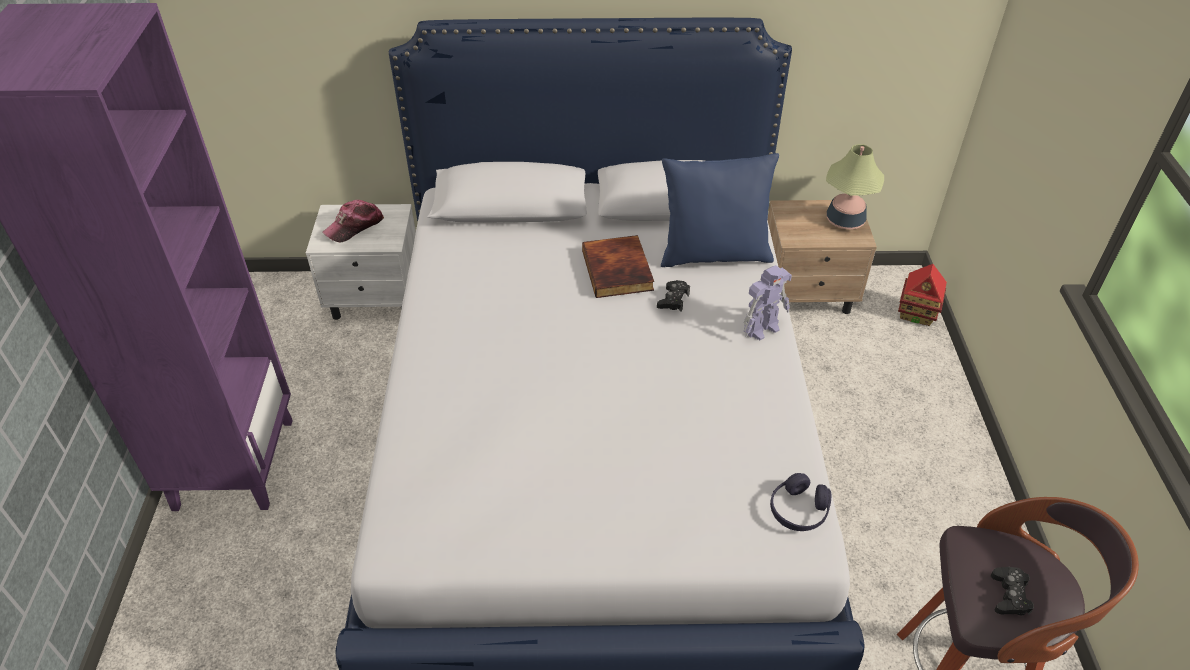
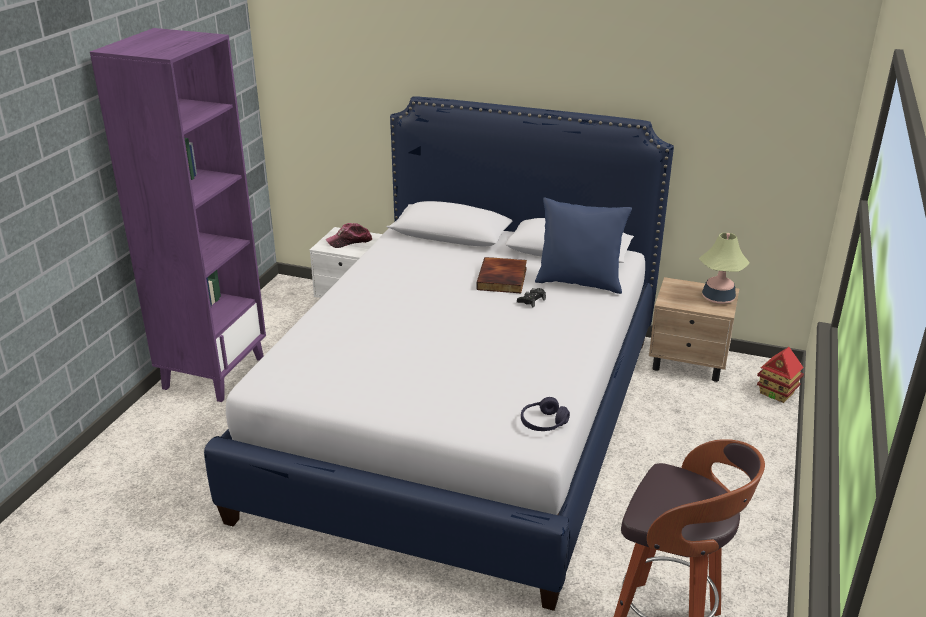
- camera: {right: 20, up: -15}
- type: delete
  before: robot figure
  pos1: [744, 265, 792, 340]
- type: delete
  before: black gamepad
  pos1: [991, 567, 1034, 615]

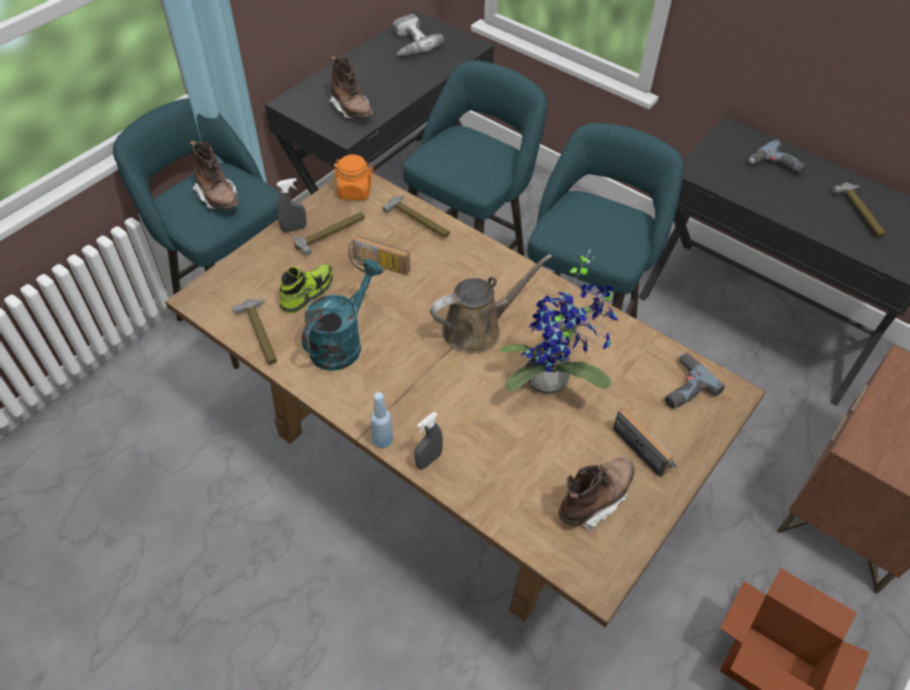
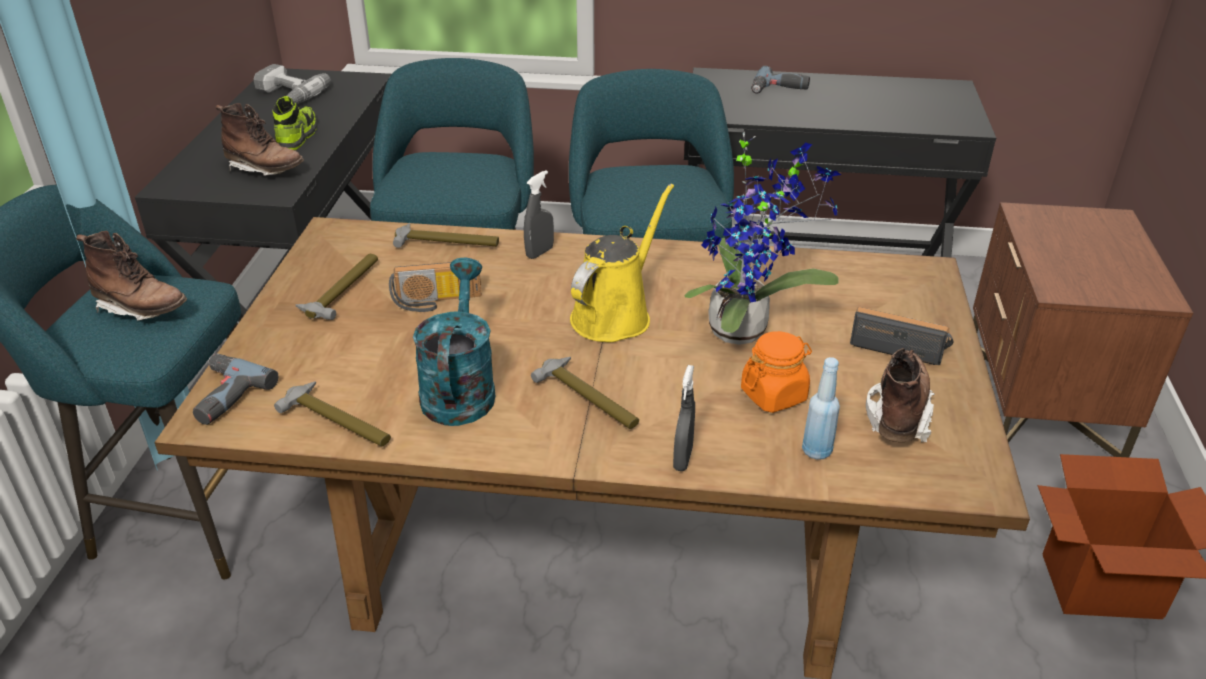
- camera: {right: -30, up: -15}
- type: move
  before: orange jar
  pos1: [333, 155, 374, 200]
  pos2: [741, 331, 812, 413]
- type: move
  before: grey spray bottle
  pos1: [277, 178, 307, 233]
  pos2: [524, 170, 554, 259]
- type: move
  before: tool hammer
  pos1: [832, 183, 886, 237]
  pos2: [531, 357, 639, 429]
- type: recolor
  before: brown watering can
  after: yellow watering can
  pos1: [430, 254, 552, 353]
  pos2: [570, 184, 674, 342]
- type: move
  before: item of footwear
  pos1: [279, 263, 333, 313]
  pos2: [272, 96, 317, 150]
- type: move
  before: power drill
  pos1: [665, 353, 725, 409]
  pos2: [193, 354, 278, 425]
- type: move
  before: blue-coloured drink bottle
  pos1: [370, 392, 393, 448]
  pos2: [802, 357, 840, 460]

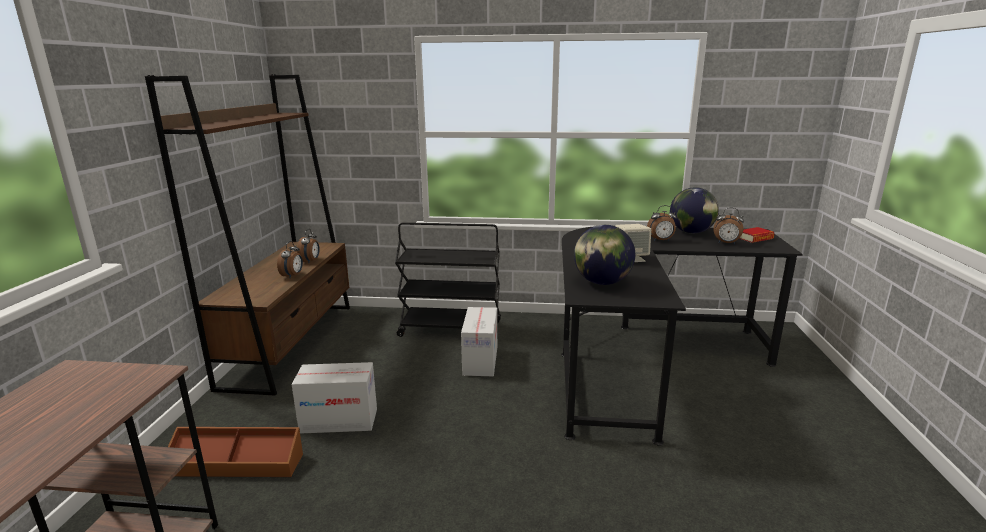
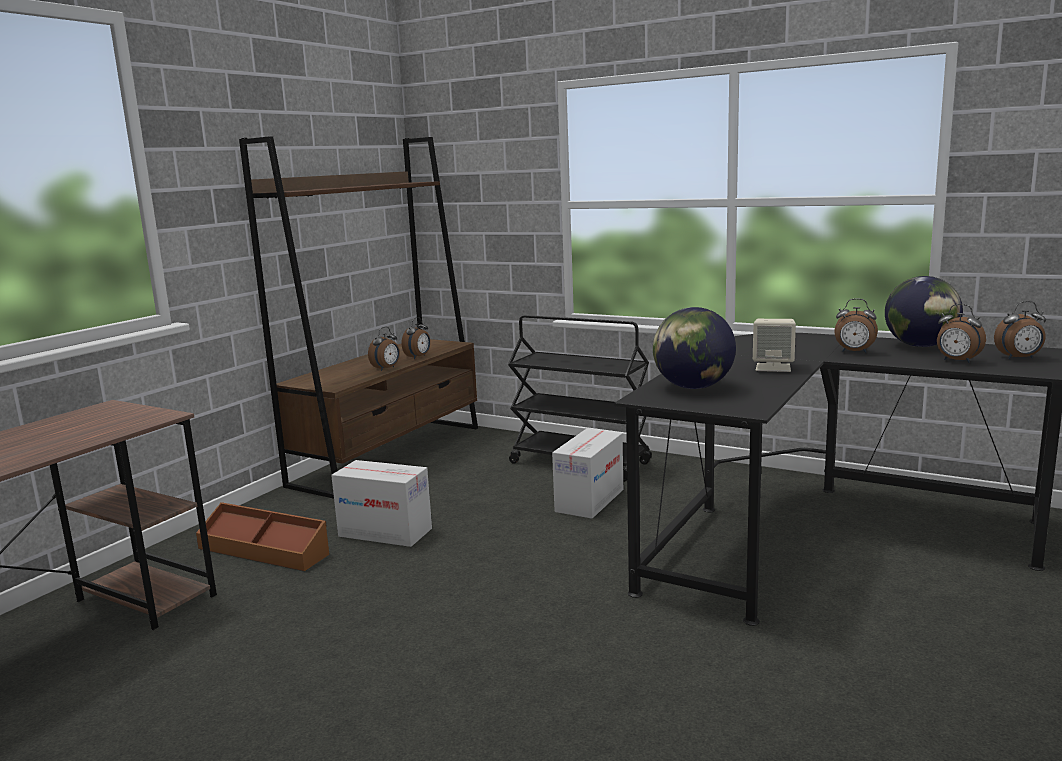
- camera: {right: 25, up: -5}
- type: replace
  before: volume
  after: alarm clock
  pos1: [739, 227, 775, 243]
  pos2: [994, 301, 1046, 359]

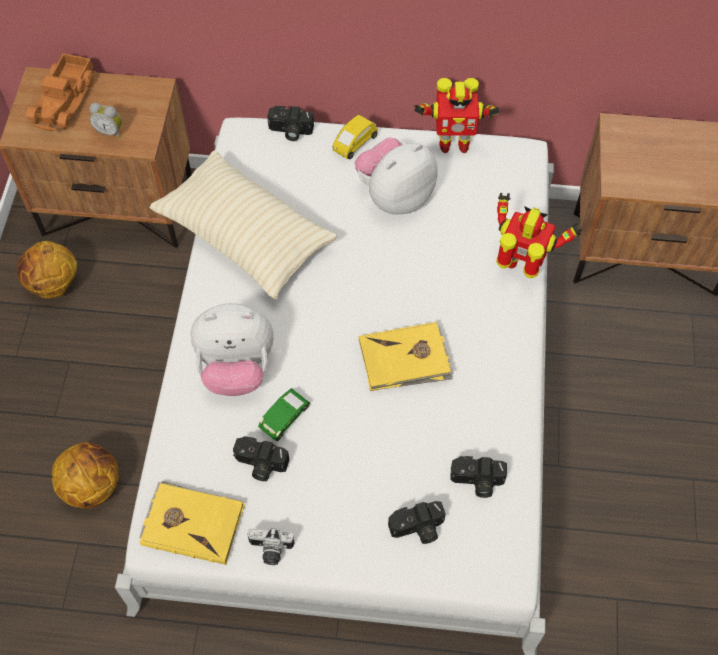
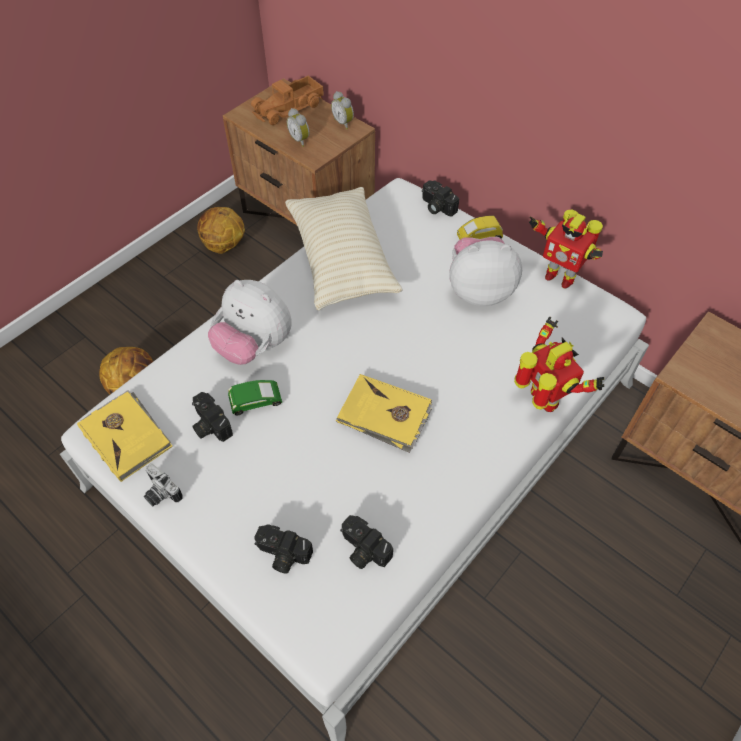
- camera: {right: 35, up: -5}
- type: insert
  after: alarm clock
  pos2: [331, 91, 354, 130]

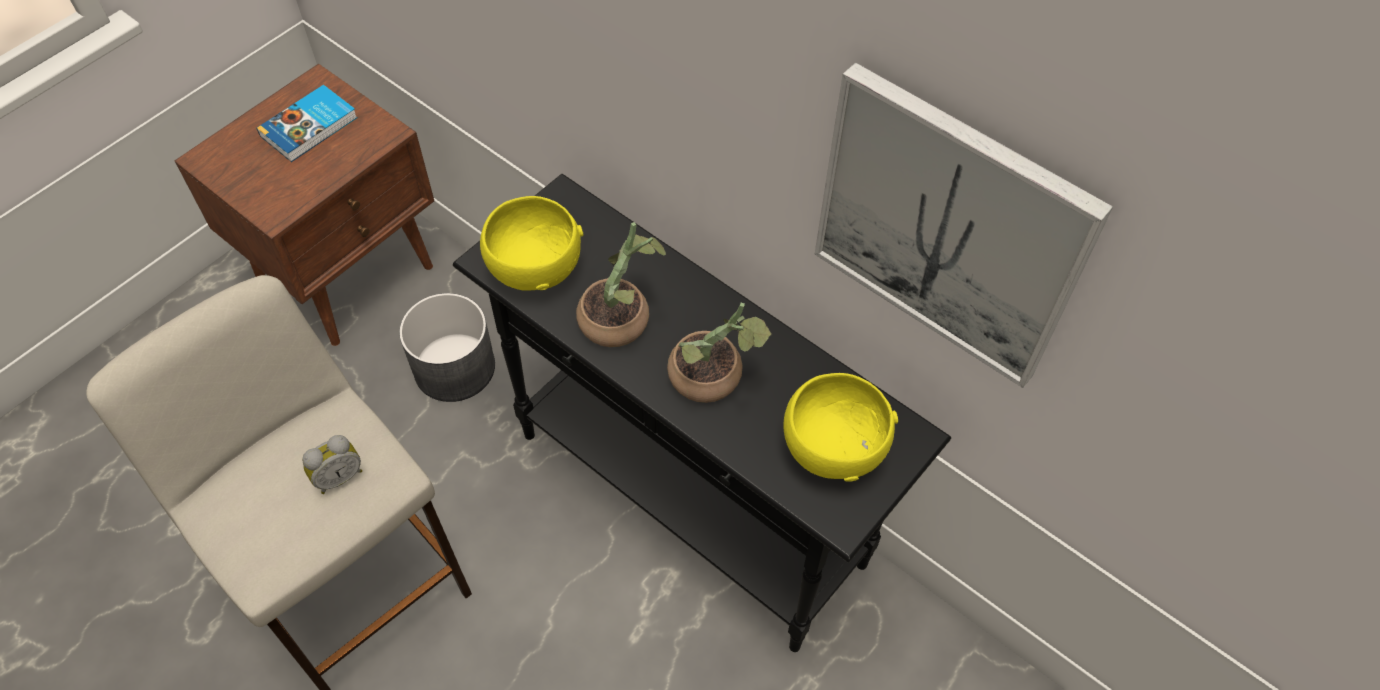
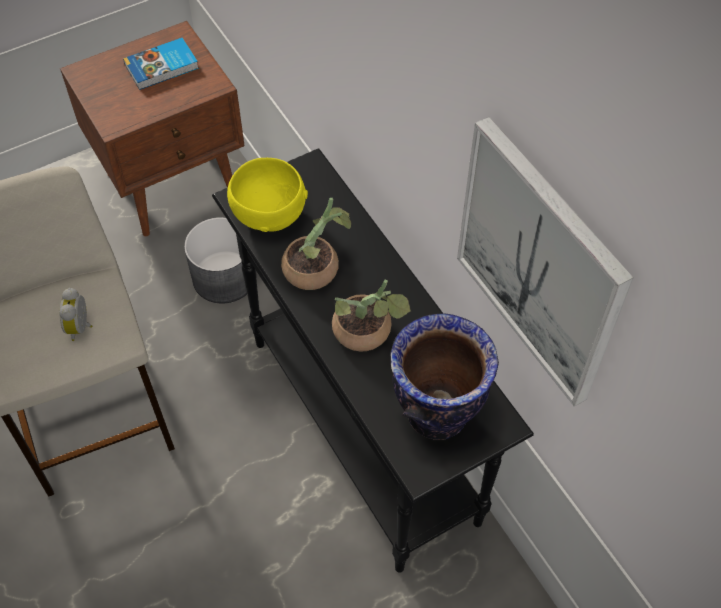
- camera: {right: 20, up: 0}
- type: replace
  before: yellow deep dish
  after: vase
  pos1: [784, 373, 898, 482]
  pos2: [391, 314, 499, 440]
- type: rotate
  before: alarm clock
  pos1: [302, 435, 362, 494]
  pos2: [59, 288, 93, 341]
  turn: 105

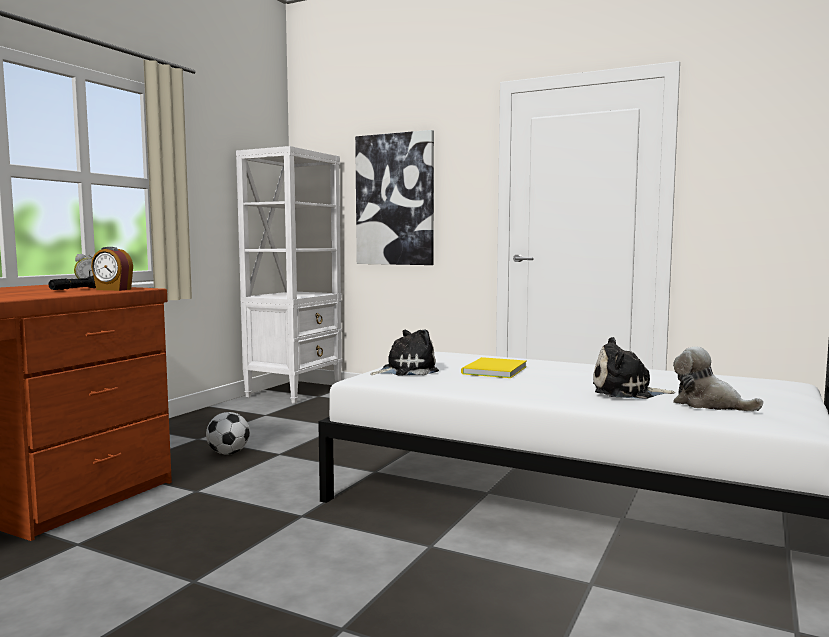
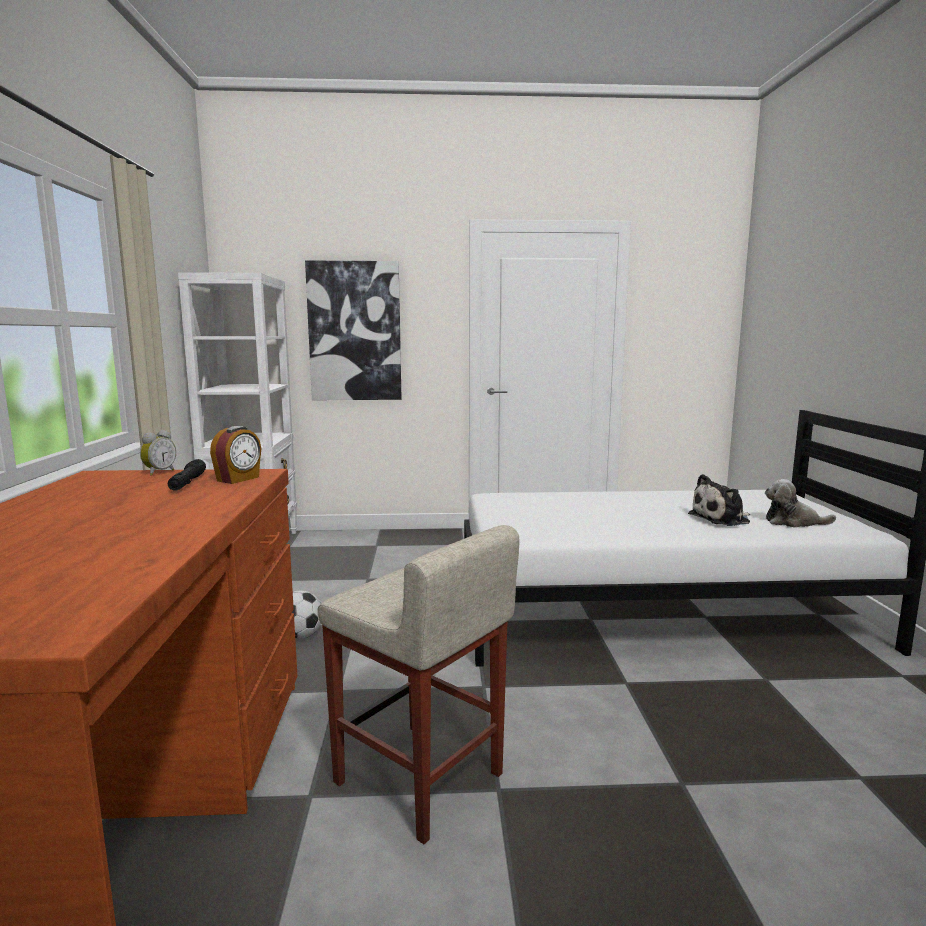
- camera: {right: -30, up: 5}
- type: rotate
  before: alarm clock
  pos1: [91, 247, 133, 291]
  pos2: [210, 426, 261, 484]
  turn: -45
- type: delete
  before: soft toy
  pos1: [370, 329, 439, 375]
- type: delete
  before: yellow volume
  pos1: [461, 357, 527, 378]
- type: insert
  after: sand-coloured stool seat
  pos2: [317, 525, 519, 844]

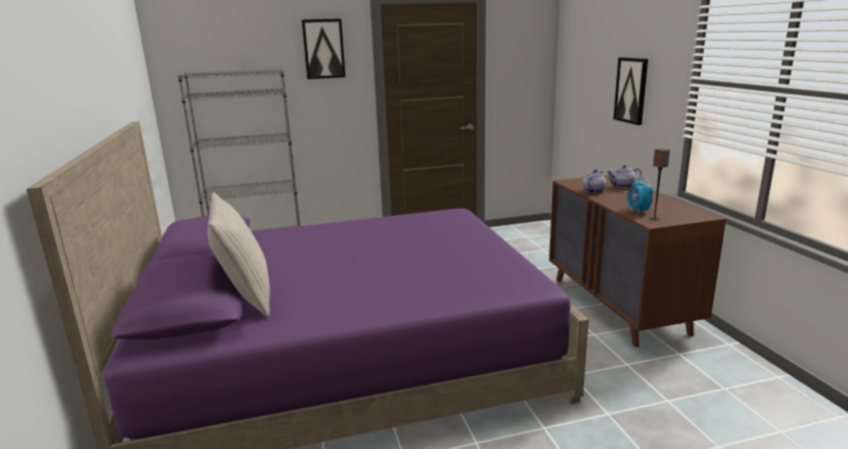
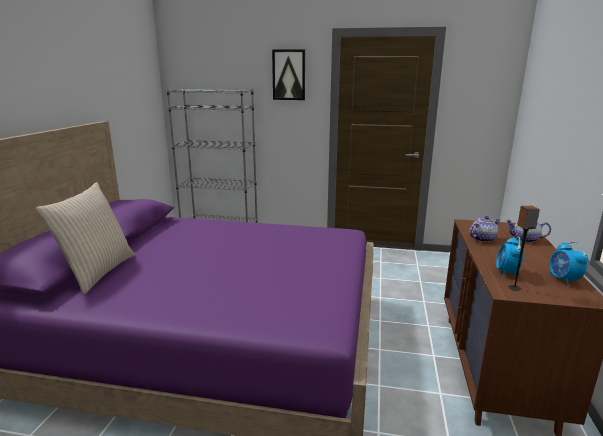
- camera: {right: 25, up: 0}
- type: delete
  before: wall picture
  pos1: [613, 57, 648, 125]
- type: insert
  after: alarm clock
  pos2: [549, 242, 588, 286]

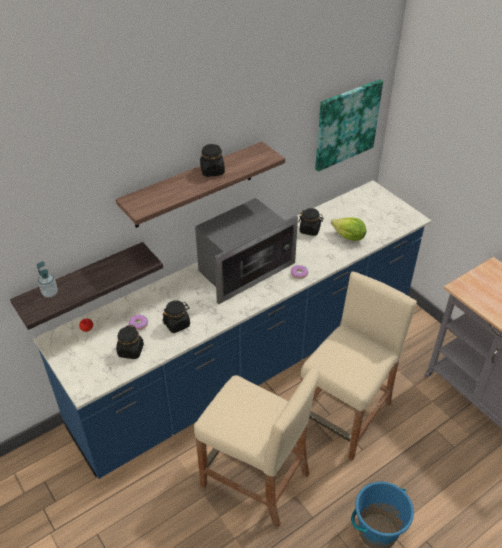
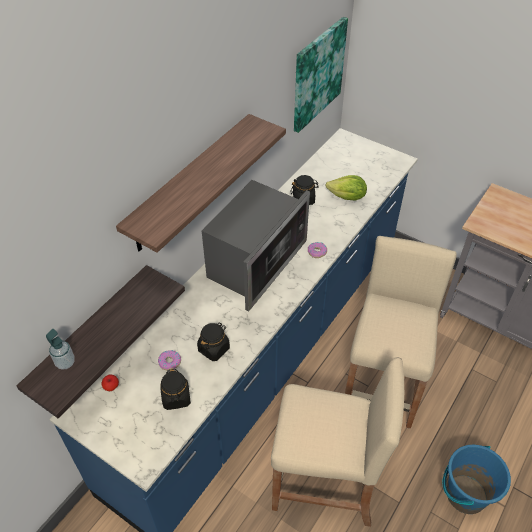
- camera: {right: -20, up: 5}
- type: delete
  before: black jar
  pos1: [200, 144, 225, 177]

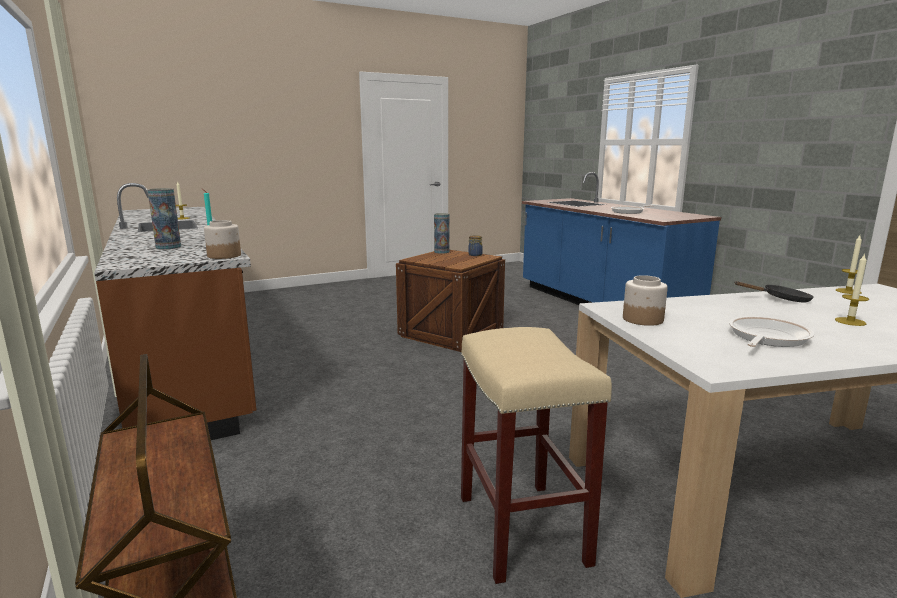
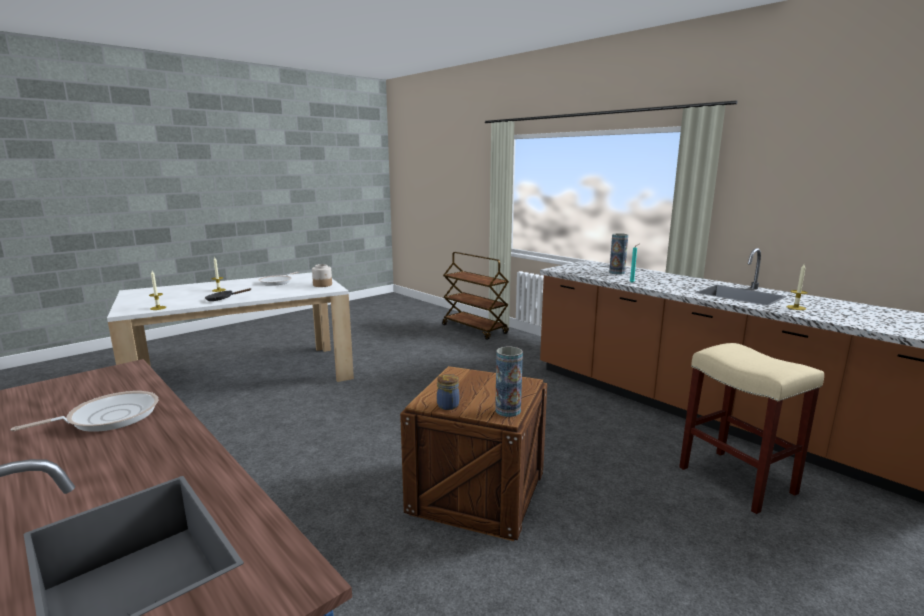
- camera: {right: 165, up: 0}
- type: delete
  before: jar
  pos1: [204, 220, 241, 259]
- type: move
  before: sand-coloured stool seat
  pos1: [461, 327, 612, 584]
  pos2: [679, 343, 824, 514]

